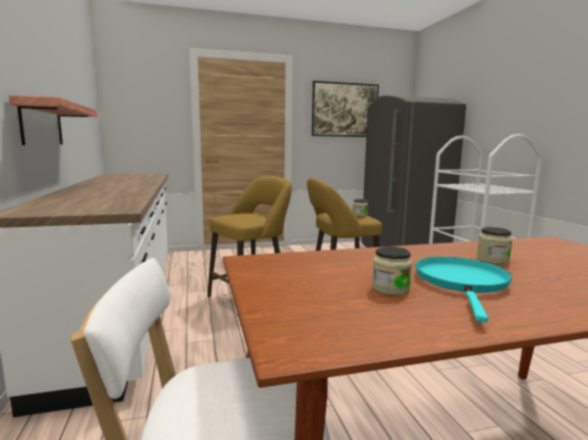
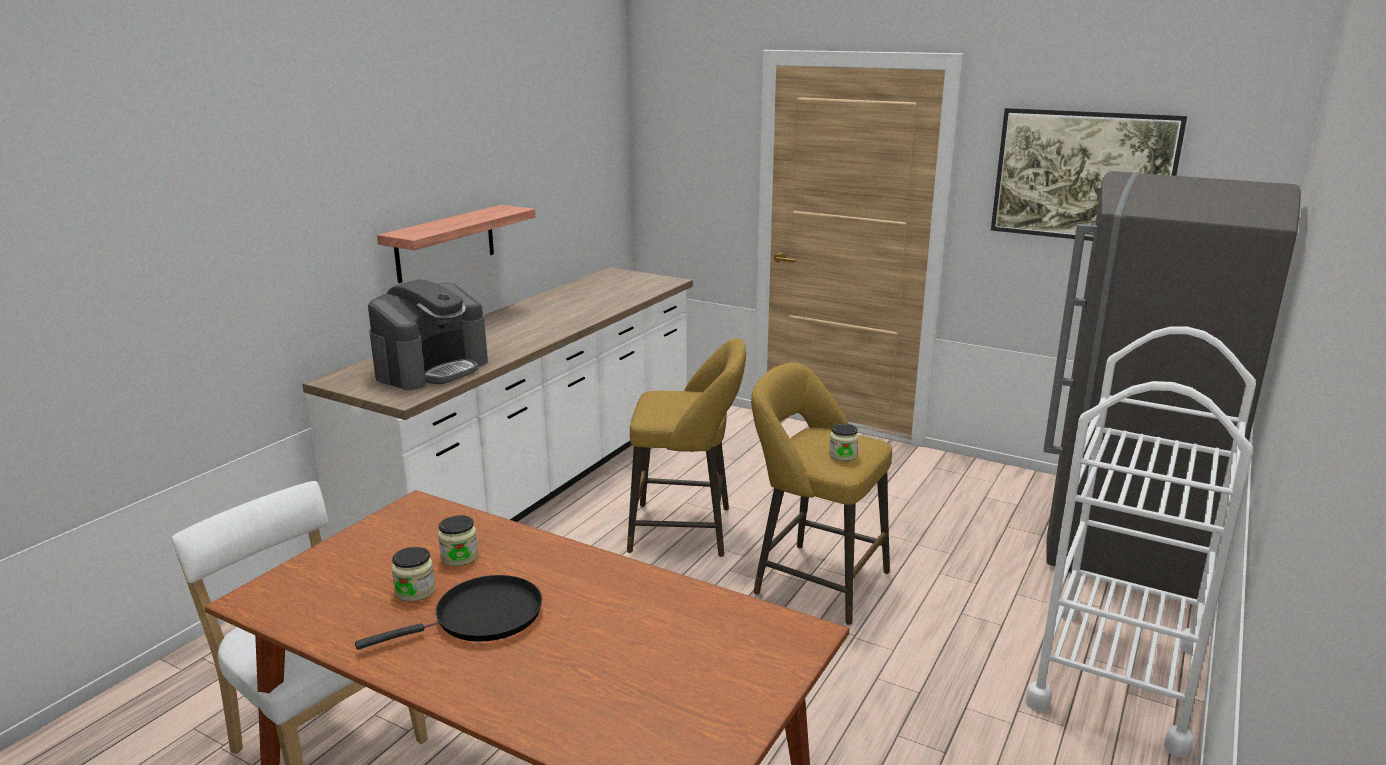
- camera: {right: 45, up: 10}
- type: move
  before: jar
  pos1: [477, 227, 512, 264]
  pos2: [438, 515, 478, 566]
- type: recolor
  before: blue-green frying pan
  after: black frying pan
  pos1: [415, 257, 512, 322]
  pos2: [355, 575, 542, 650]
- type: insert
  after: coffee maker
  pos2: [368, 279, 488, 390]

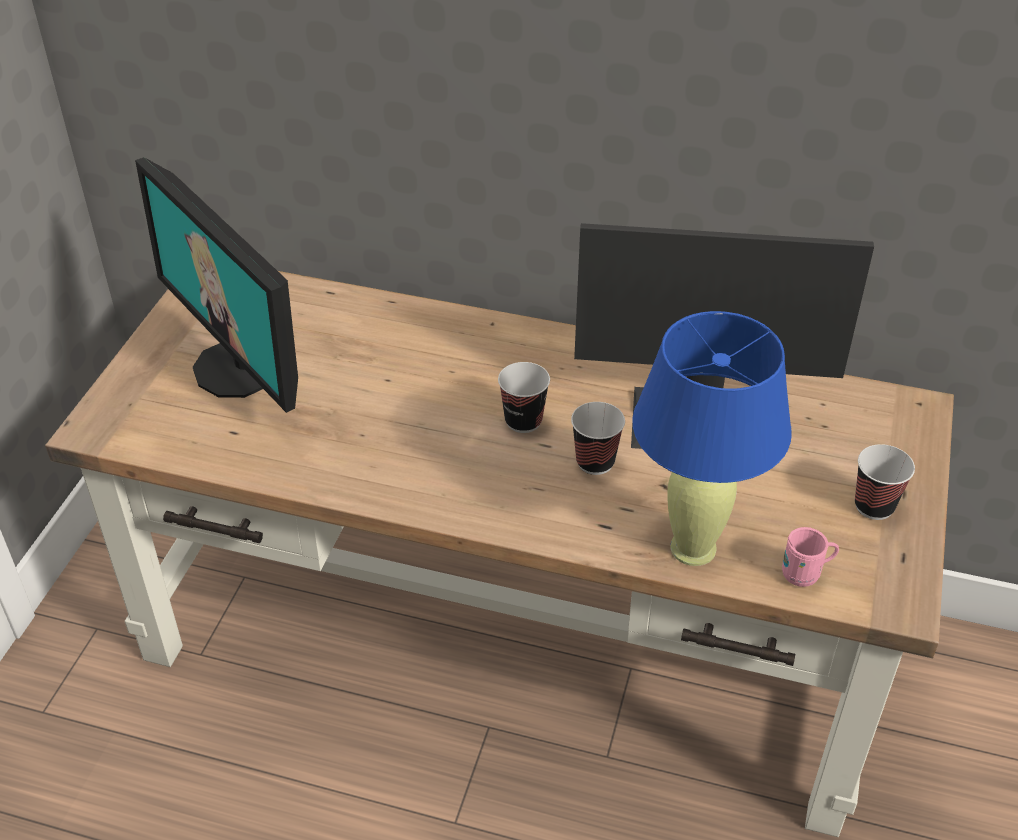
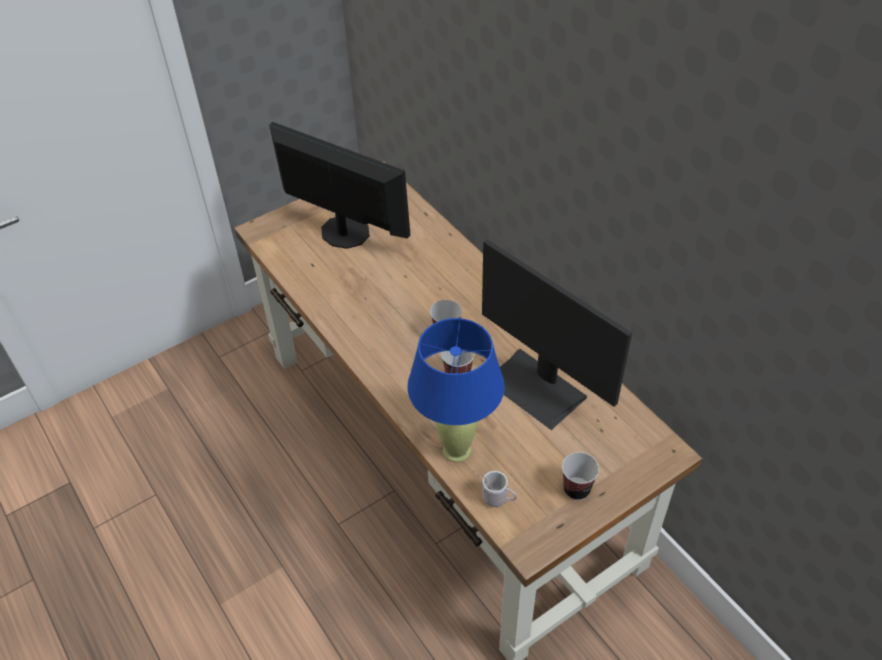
- camera: {right: 40, up: 5}
- type: rotate
  before: computer screen
  pos1: [135, 157, 298, 413]
  pos2: [269, 122, 410, 249]
  turn: 120
- type: recolor
  before: pink-coloured mug
  after: white mug
  pos1: [782, 527, 839, 587]
  pos2: [481, 471, 517, 507]

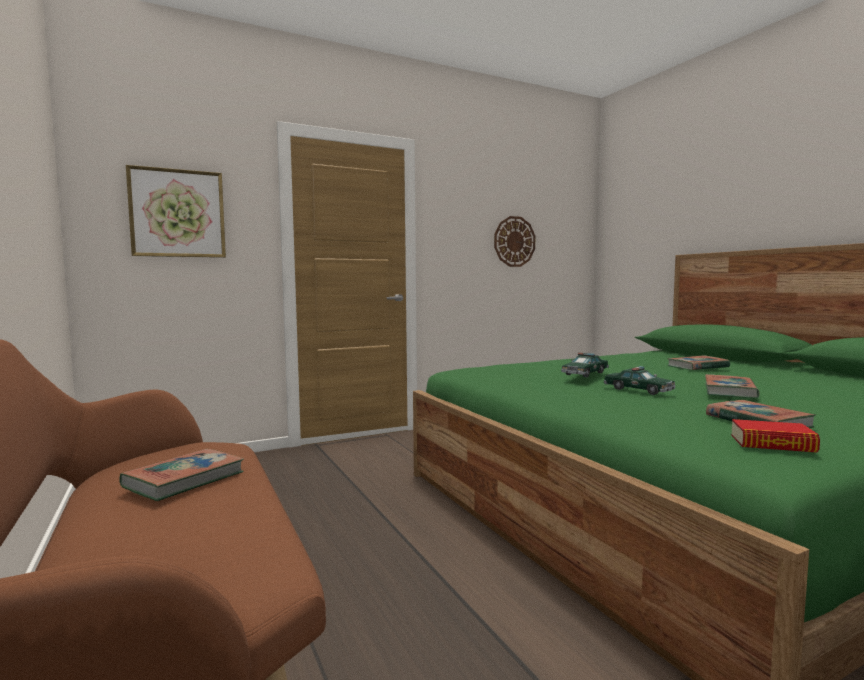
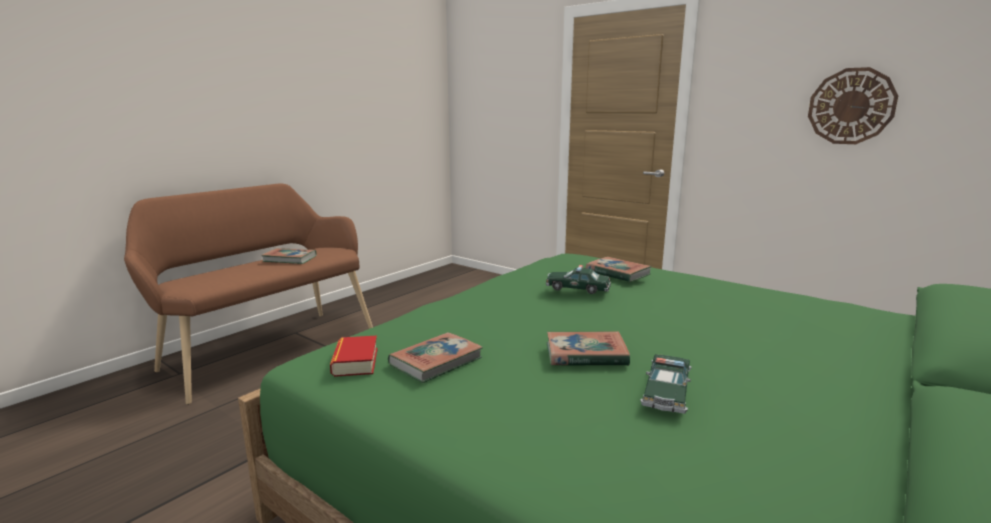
- camera: {right: 65, up: 10}
- type: delete
  before: wall picture
  pos1: [126, 165, 226, 258]
- type: move
  before: volume
  pos1: [667, 355, 730, 370]
  pos2: [586, 257, 652, 282]
- type: move
  before: model car
  pos1: [604, 366, 675, 395]
  pos2: [640, 354, 691, 414]

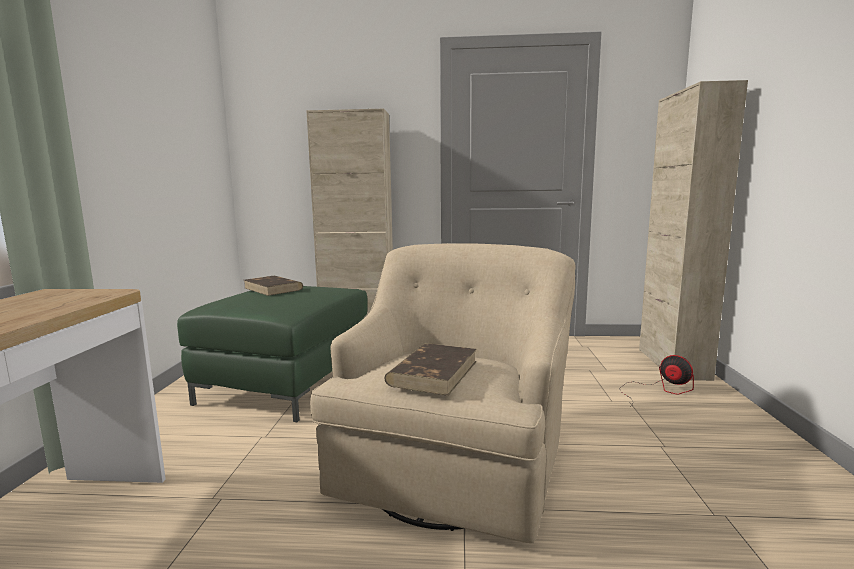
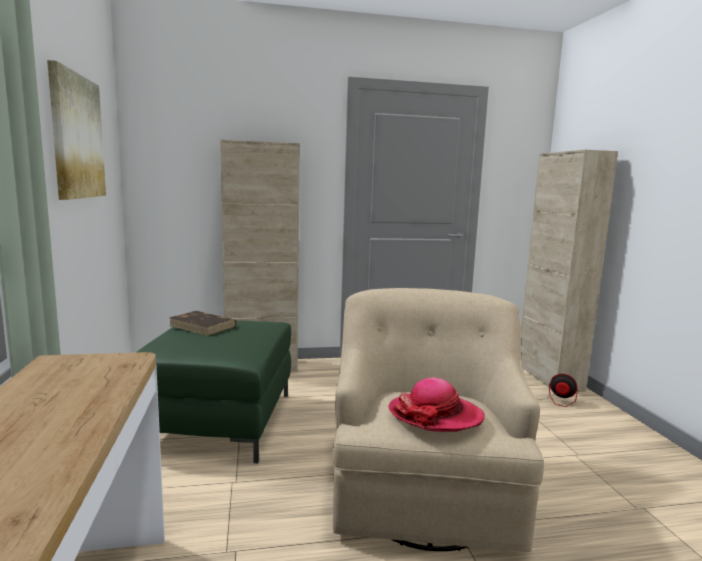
- camera: {right: -15, up: 0}
- type: replace
  before: brown volume
  after: wearable hat
  pos1: [384, 343, 477, 396]
  pos2: [388, 377, 485, 432]
- type: insert
  after: wall picture
  pos2: [47, 60, 106, 200]

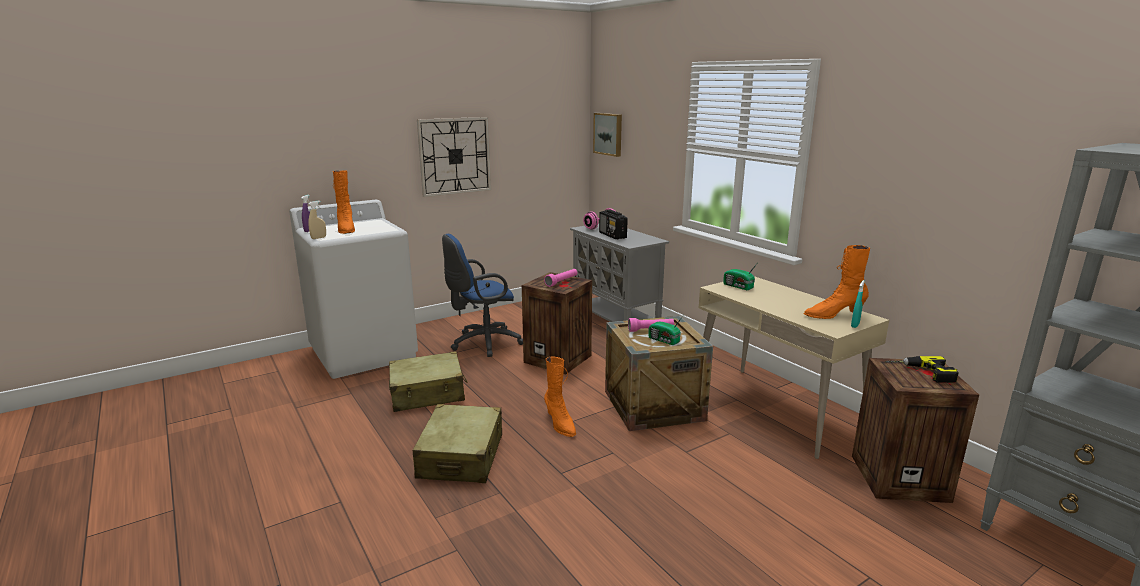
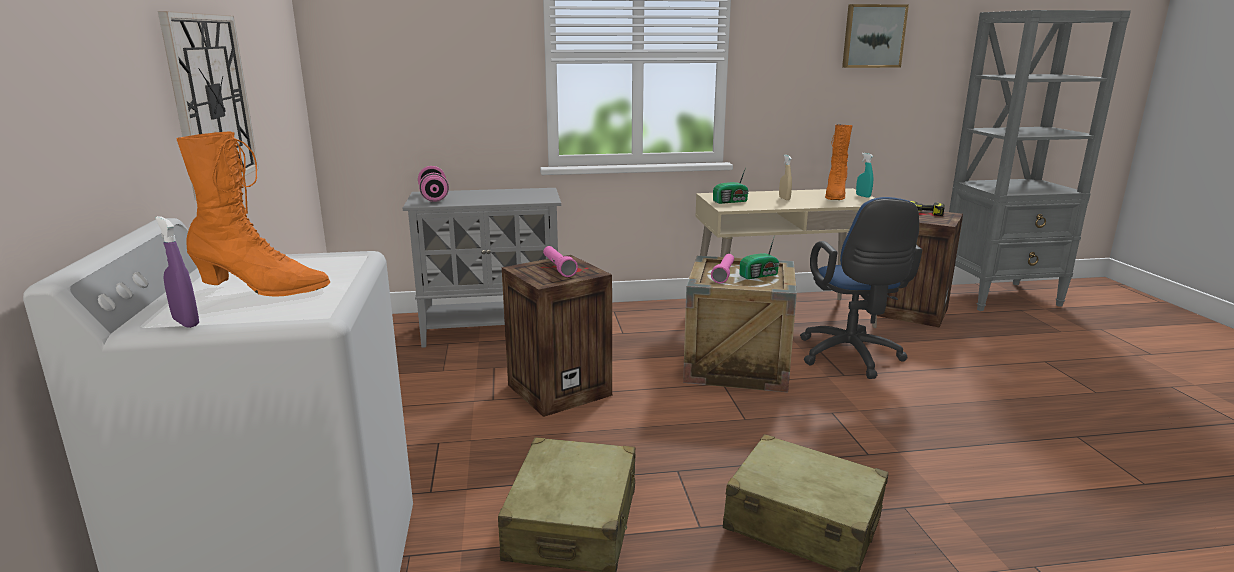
- camera: {right: -65, up: 0}
- type: move
  before: wall picture
  pos1: [593, 113, 622, 157]
  pos2: [842, 4, 909, 68]
- type: move
  before: sand-coloured spray bottle
  pos1: [308, 201, 326, 239]
  pos2: [779, 155, 792, 200]
- type: delete
  before: radio set
  pos1: [599, 210, 628, 239]
- type: move
  before: blue-coloured desk chair
  pos1: [442, 234, 523, 357]
  pos2: [800, 197, 922, 379]
- type: delete
  before: orange high-top boot
  pos1: [544, 356, 576, 437]

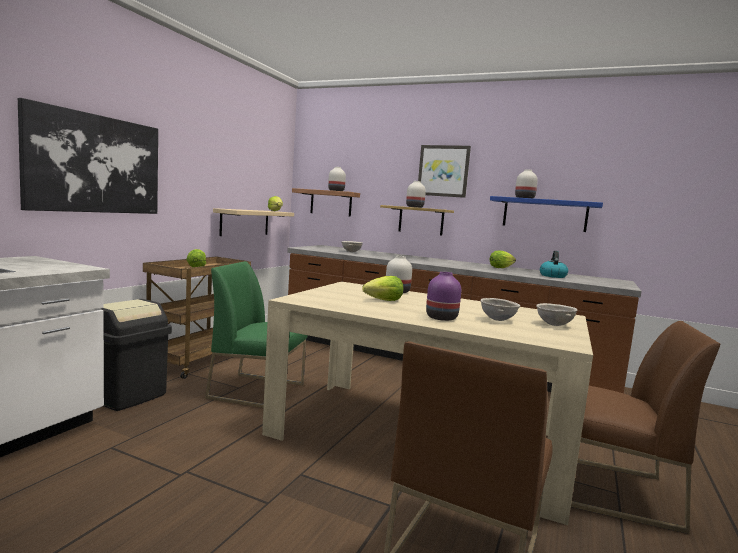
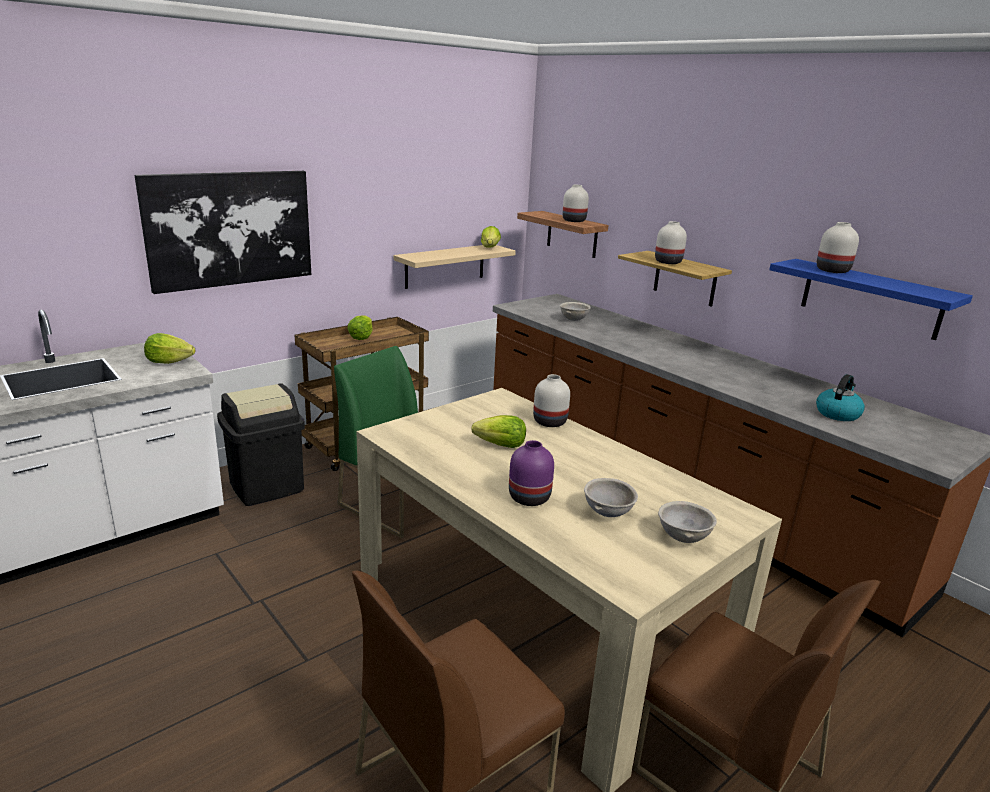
- camera: {right: 25, up: 15}
- type: delete
  before: wall picture
  pos1: [418, 145, 471, 198]
- type: move
  before: head of lettuce
  pos1: [489, 251, 516, 268]
  pos2: [144, 333, 195, 364]

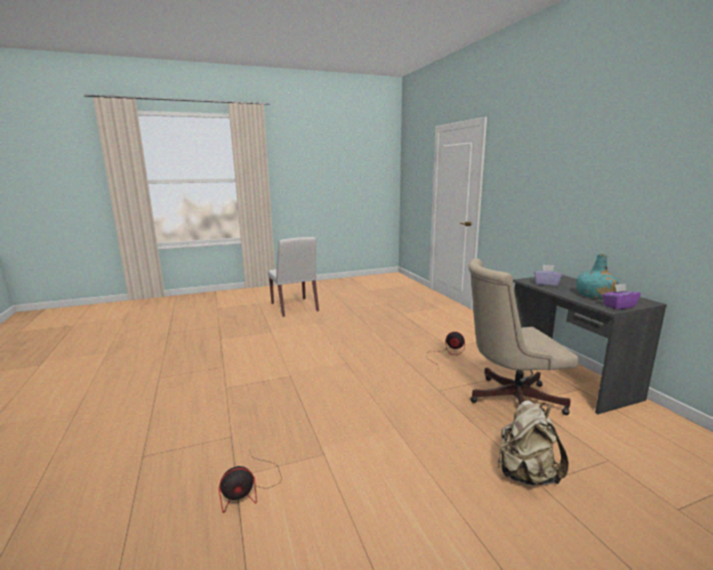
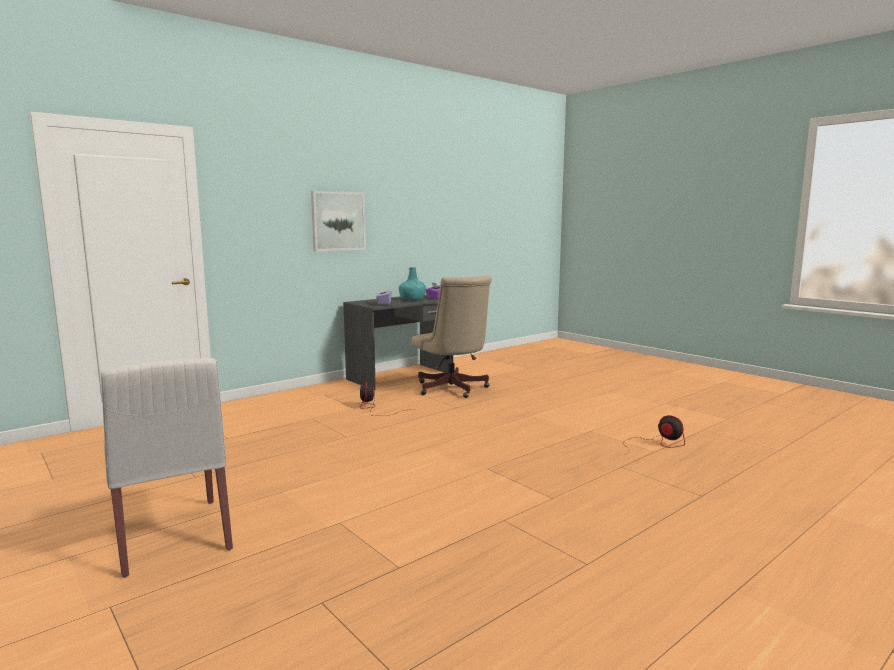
- camera: {right: -110, up: -5}
- type: rotate
  before: white upright chair
  pos1: [268, 237, 319, 317]
  pos2: [101, 358, 233, 578]
  turn: 105
- type: delete
  before: sand-coloured knapsack
  pos1: [498, 400, 569, 485]
- type: insert
  after: wall picture
  pos2: [311, 191, 366, 251]

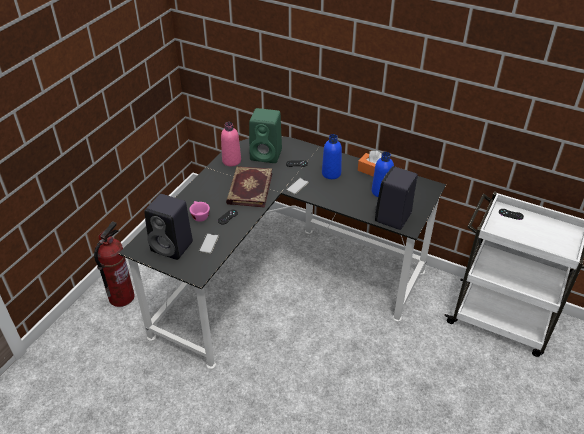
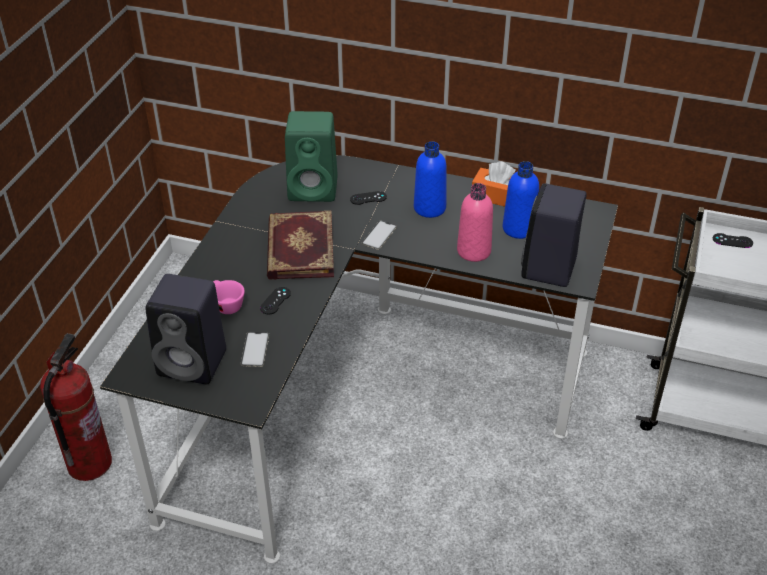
- camera: {right: -10, up: 0}
- type: move
  before: pink-coloured drink bottle
  pos1: [221, 122, 241, 166]
  pos2: [457, 183, 493, 262]

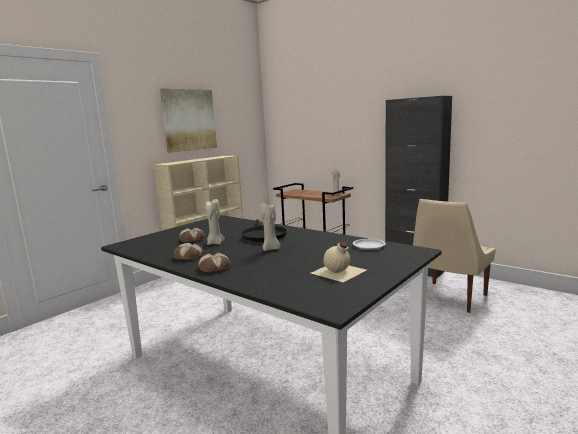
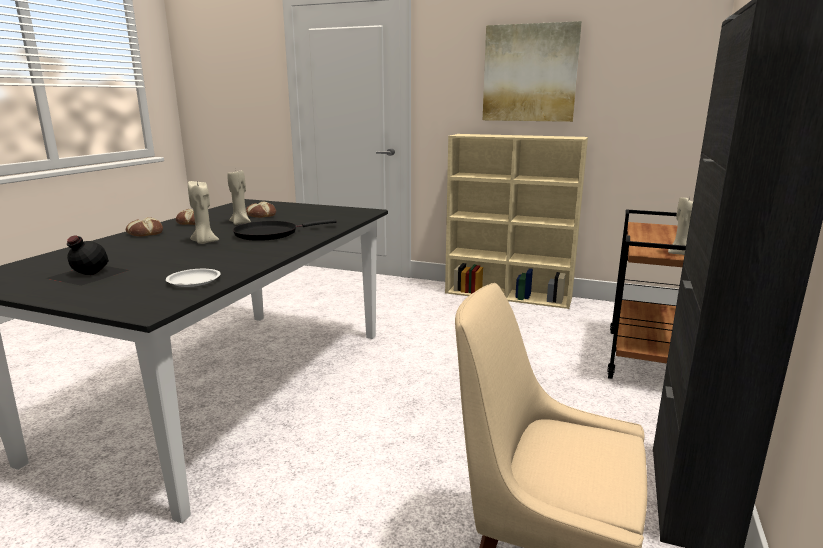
- camera: {right: 70, up: 5}
- type: recolor
  before: sand-coloured drink bottle
  after: black drink bottle
  pos1: [311, 242, 366, 282]
  pos2: [46, 235, 129, 286]

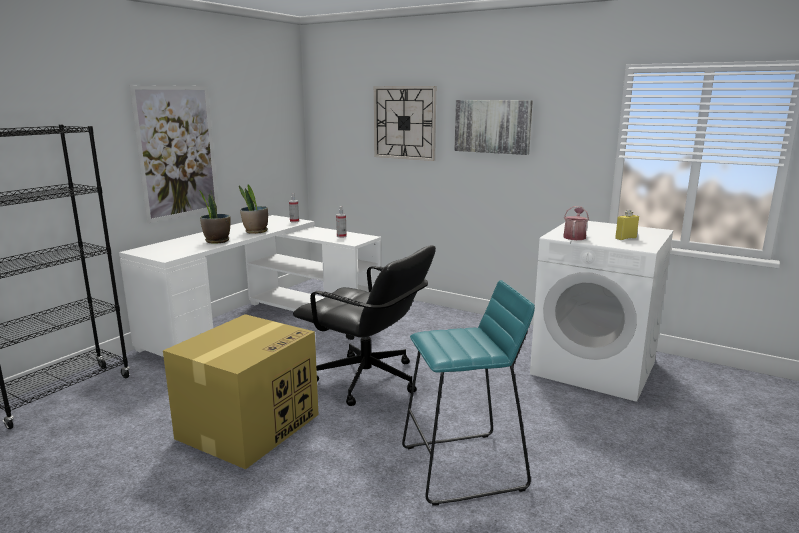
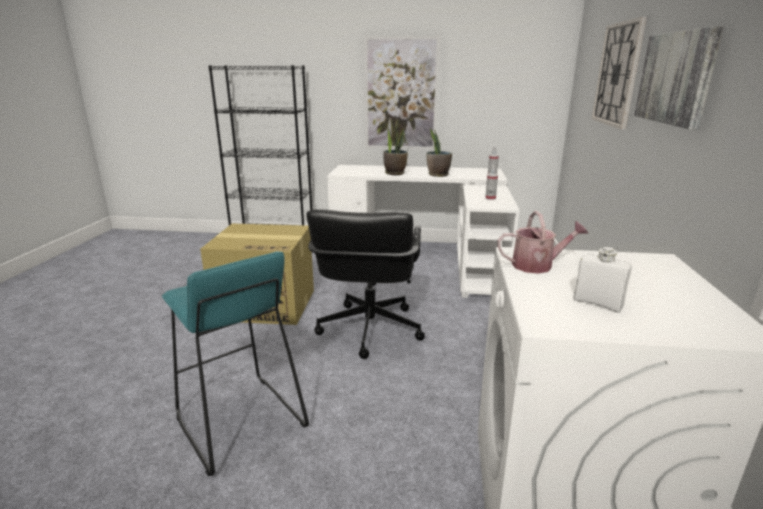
- camera: {right: 65, up: 5}
- type: recolor
  before: yellow drink bottle
  after: white drink bottle
  pos1: [615, 210, 639, 240]
  pos2: [574, 247, 632, 313]

